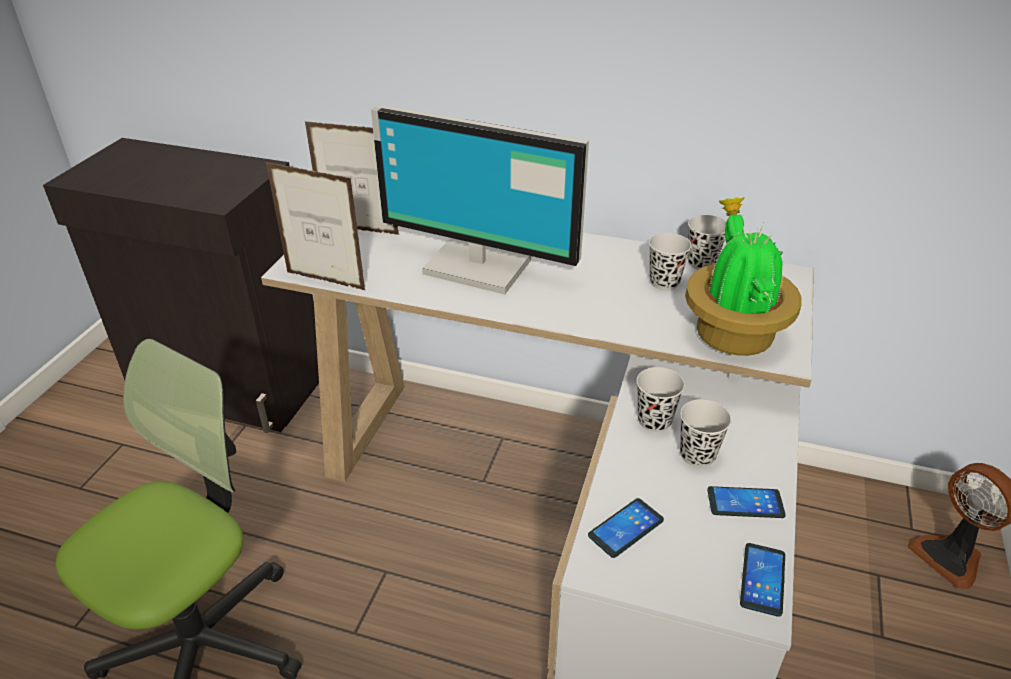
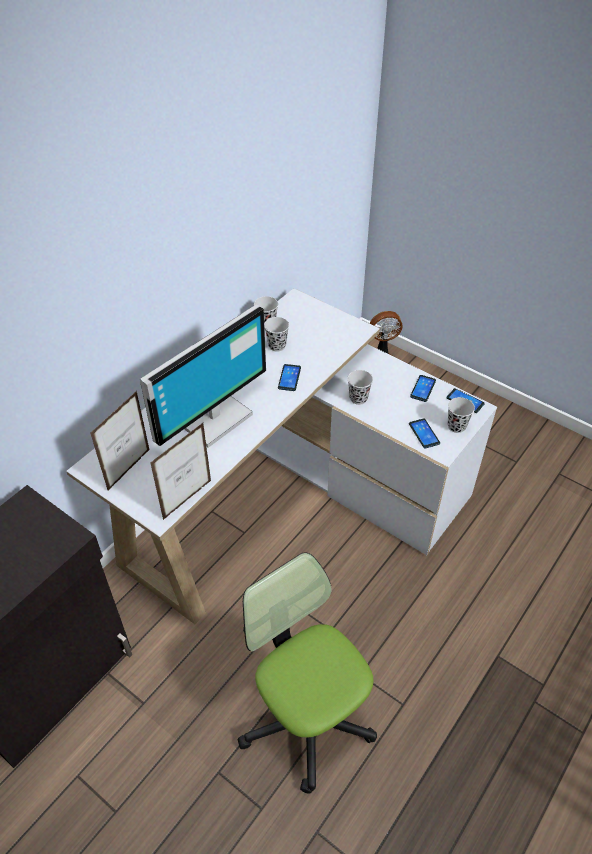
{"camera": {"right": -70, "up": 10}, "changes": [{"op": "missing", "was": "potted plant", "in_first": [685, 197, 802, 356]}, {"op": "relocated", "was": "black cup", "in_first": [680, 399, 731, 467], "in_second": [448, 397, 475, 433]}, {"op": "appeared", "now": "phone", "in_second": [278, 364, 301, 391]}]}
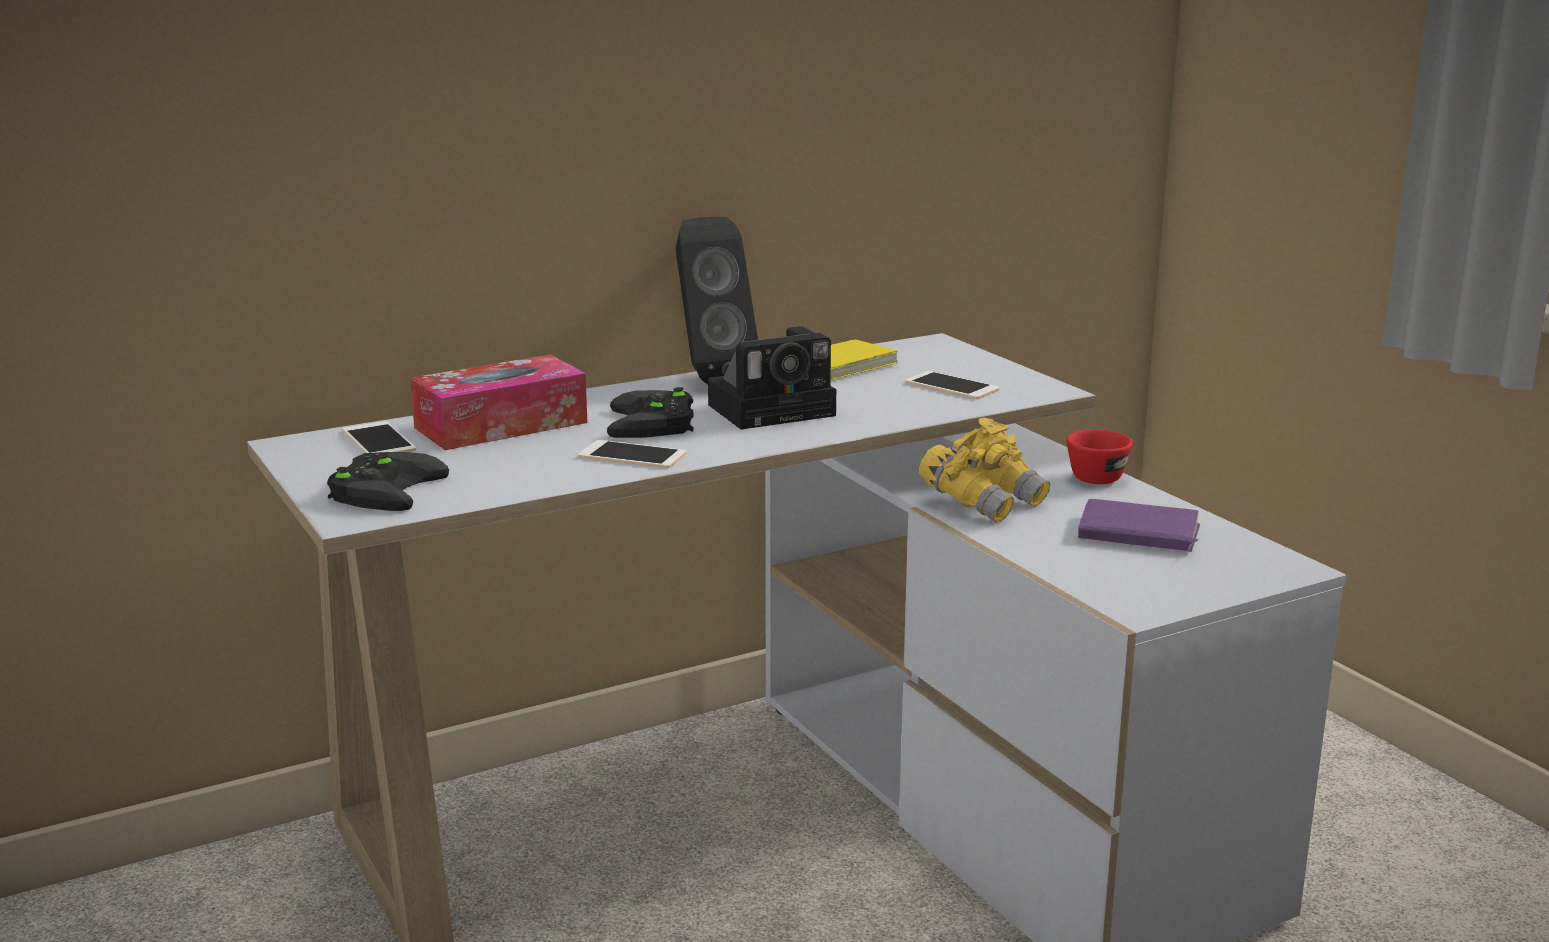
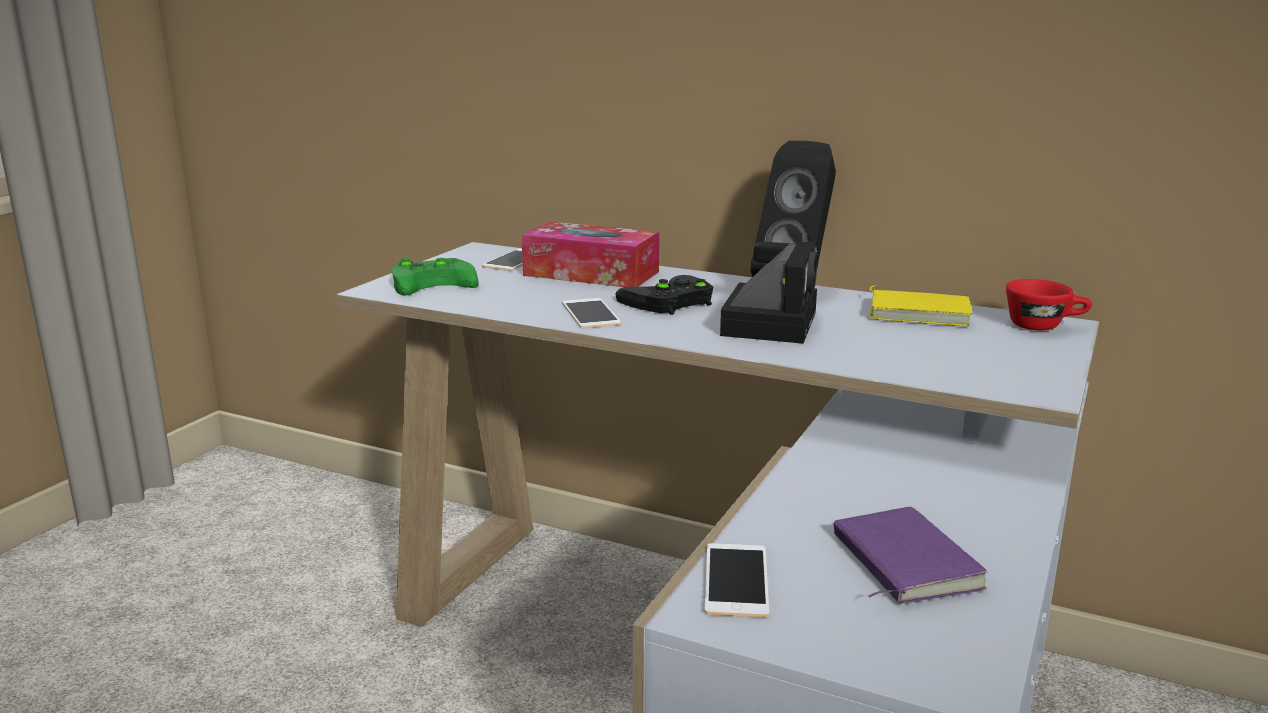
{"camera": {"right": 55, "up": 0}, "changes": [{"op": "spun", "was": "photo camera", "in_first": [708, 326, 836, 430], "in_second": [720, 241, 817, 344], "clockwise": -105}, {"op": "relocated", "was": "phone", "in_first": [905, 371, 1000, 399], "in_second": [705, 543, 769, 617]}, {"op": "missing", "was": "yellow binoculars", "in_first": [919, 417, 1050, 523]}, {"op": "relocated", "was": "red cup", "in_first": [1066, 430, 1134, 484], "in_second": [1006, 279, 1092, 331]}, {"op": "colour", "was": "black game controller", "now": "green game controller", "in_first": [327, 452, 449, 511], "in_second": [392, 257, 479, 296]}]}
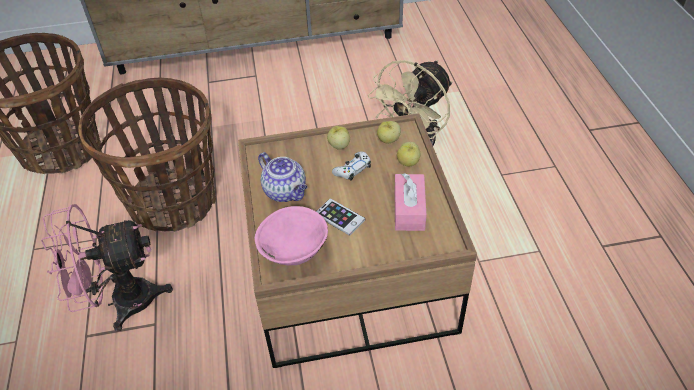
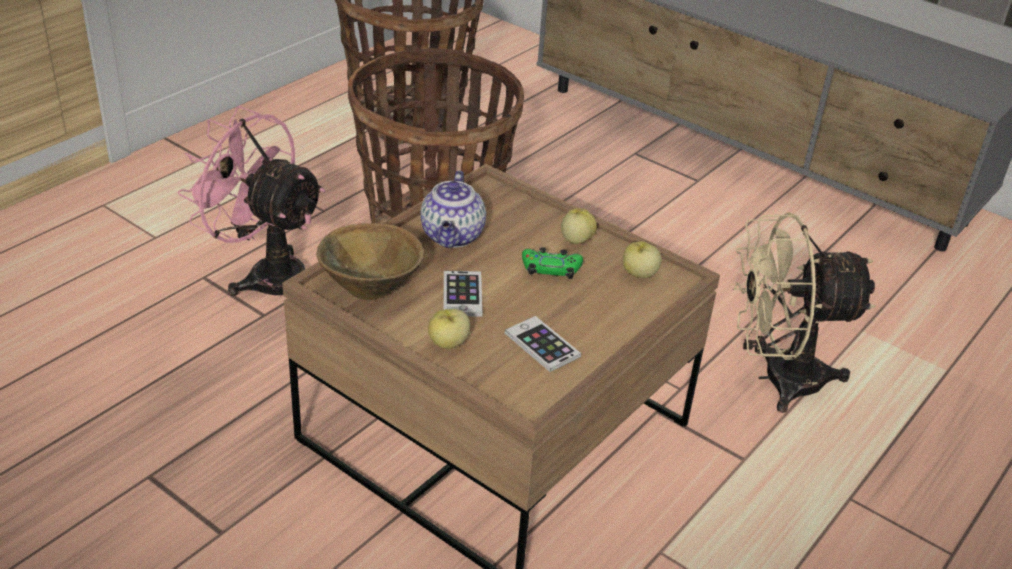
{"camera": {"right": 45, "up": -10}, "changes": [{"op": "relocated", "was": "apple", "in_first": [397, 142, 421, 166], "in_second": [428, 309, 470, 349]}, {"op": "colour", "was": "white game controller", "now": "green game controller", "in_first": [332, 151, 371, 181], "in_second": [522, 247, 583, 279]}, {"op": "exchanged", "was": "pink tissue box", "now": "phone", "in_first": [394, 173, 427, 231], "in_second": [505, 316, 581, 372]}, {"op": "colour", "was": "pink bowl", "now": "brown bowl", "in_first": [255, 206, 328, 266], "in_second": [316, 223, 424, 300]}]}
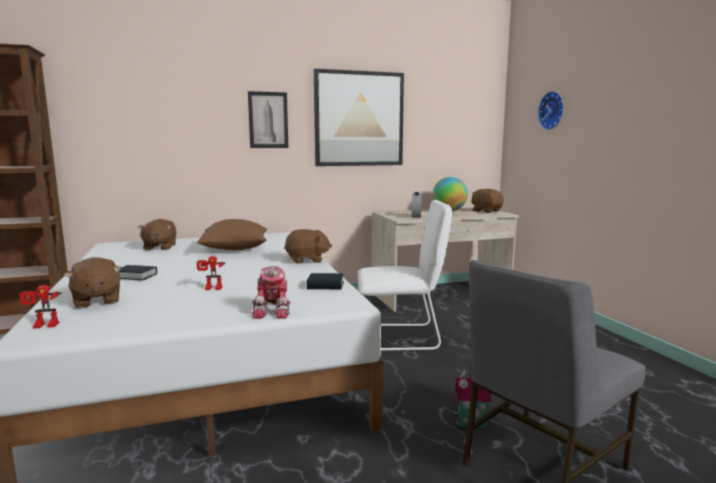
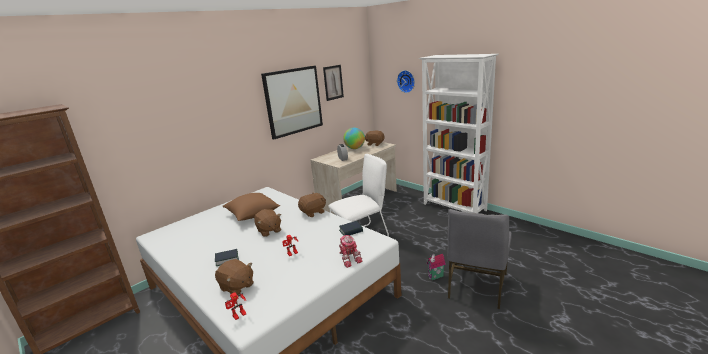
{"camera": {"right": -25, "up": 10}, "changes": [{"op": "relocated", "was": "picture", "in_first": [248, 91, 288, 148], "in_second": [323, 65, 344, 101]}, {"op": "relocated", "was": "brown plush toy", "in_first": [138, 219, 177, 250], "in_second": [254, 209, 281, 237]}, {"op": "appeared", "now": "white bookcase", "in_second": [419, 54, 498, 213]}]}
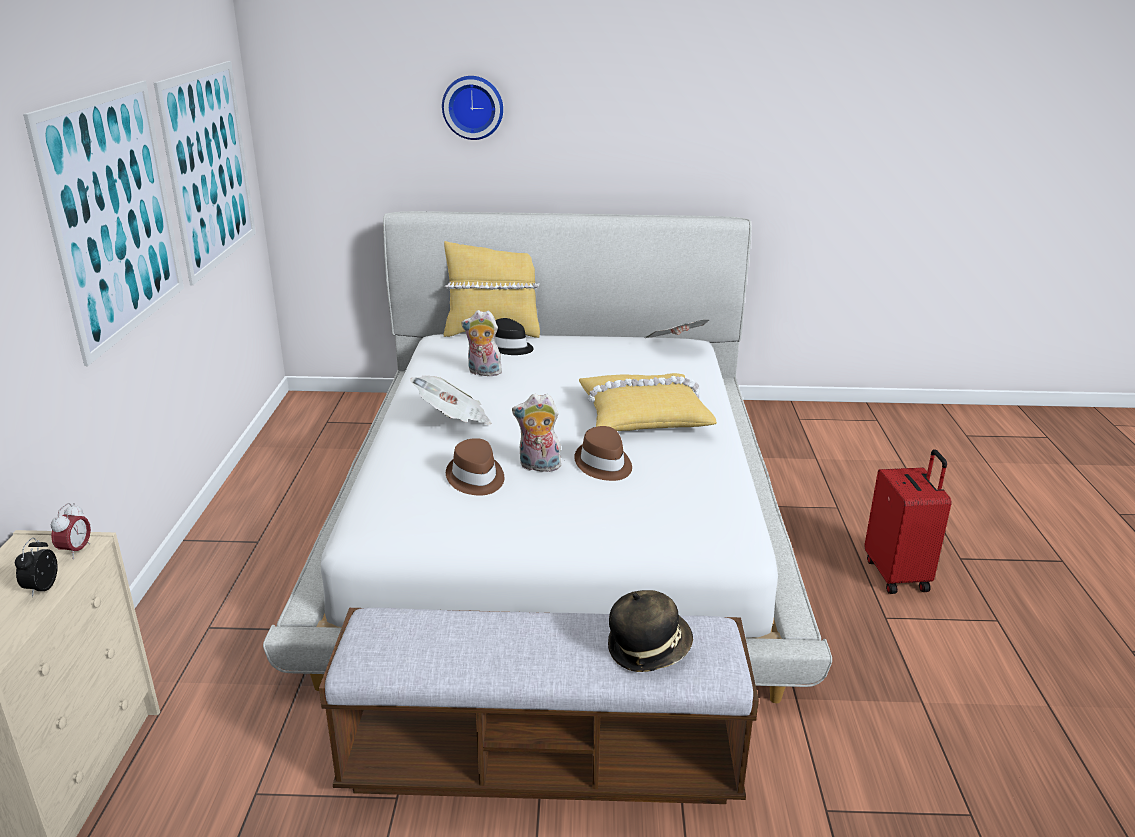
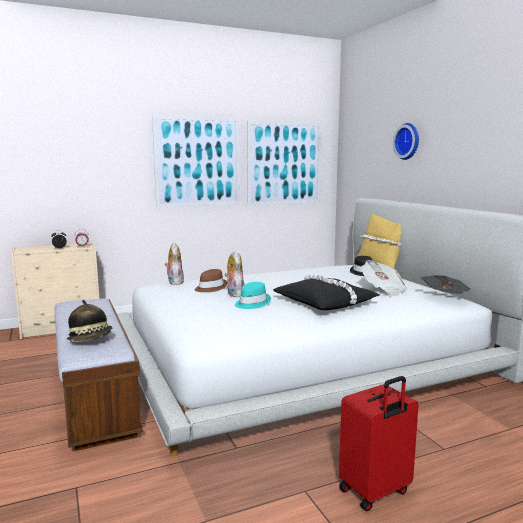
{"camera": {"right": 65, "up": -15}, "changes": [{"op": "relocated", "was": "plush toy", "in_first": [461, 310, 502, 378], "in_second": [165, 243, 184, 285]}, {"op": "colour", "was": "yellow pillow", "now": "black pillow", "in_first": [579, 373, 717, 431], "in_second": [273, 274, 380, 310]}, {"op": "relocated", "was": "newspaper", "in_first": [410, 376, 492, 424], "in_second": [361, 260, 408, 296]}, {"op": "colour", "was": "brown hat", "now": "turquoise hat", "in_first": [574, 426, 632, 481], "in_second": [235, 282, 271, 309]}]}
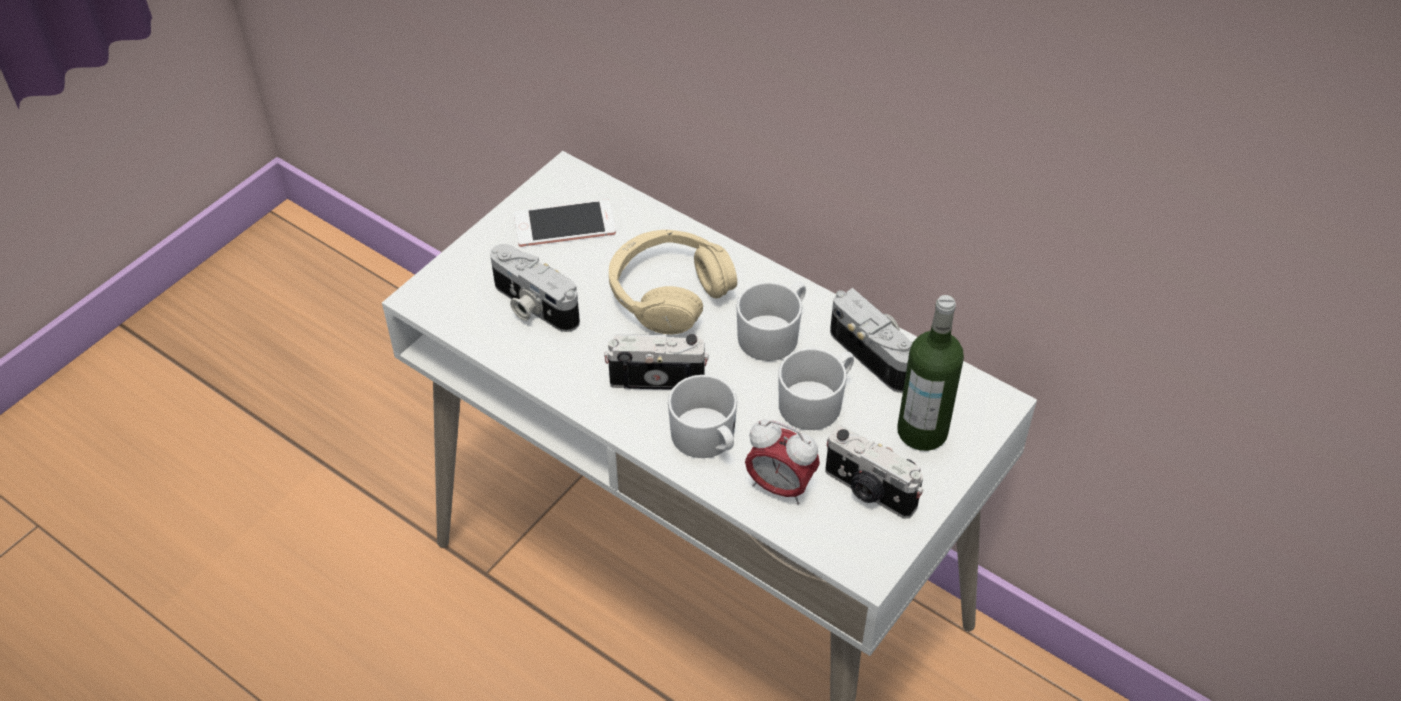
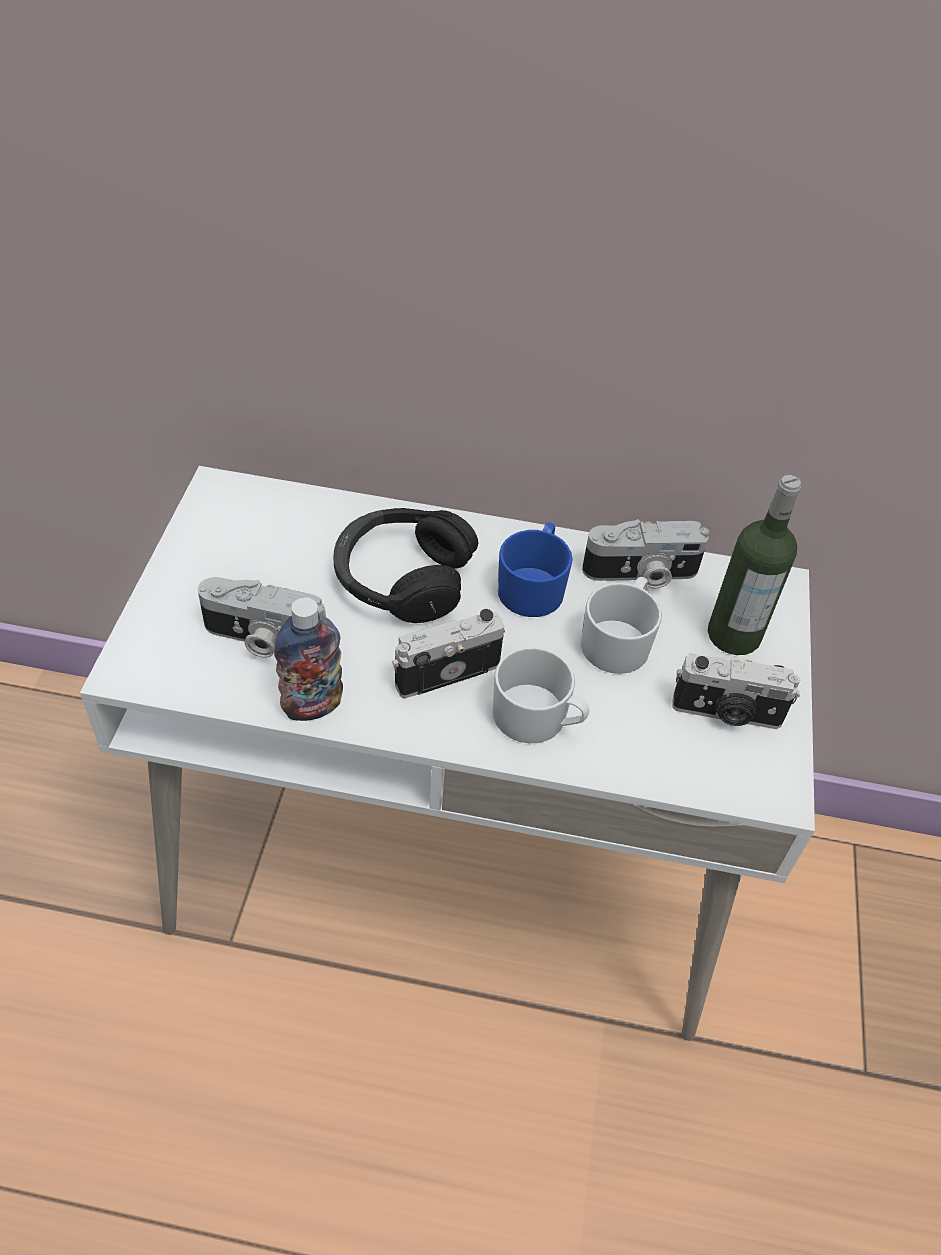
{"camera": {"right": -30, "up": 0}, "changes": [{"op": "missing", "was": "phone", "in_first": [514, 199, 616, 247]}, {"op": "colour", "was": "beige headphones", "now": "black headphones", "in_first": [609, 230, 737, 334], "in_second": [333, 508, 478, 623]}, {"op": "colour", "was": "white mug", "now": "blue mug", "in_first": [736, 282, 806, 361], "in_second": [498, 522, 573, 617]}, {"op": "spun", "was": "photo camera", "in_first": [830, 288, 912, 393], "in_second": [582, 519, 710, 588], "clockwise": 150}, {"op": "missing", "was": "alarm clock", "in_first": [745, 420, 820, 505]}, {"op": "appeared", "now": "bottle", "in_second": [274, 598, 343, 721]}]}
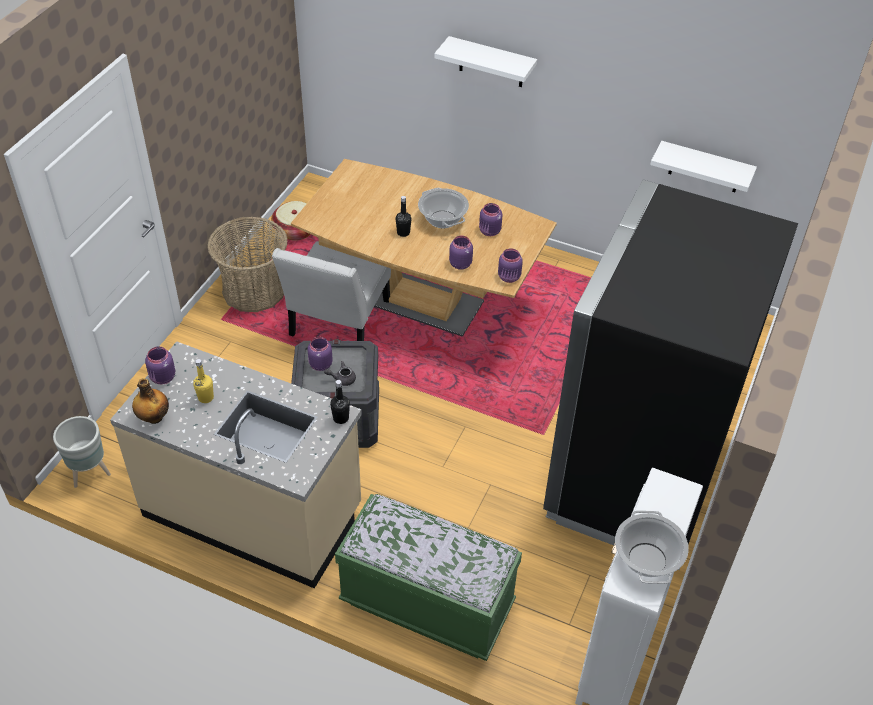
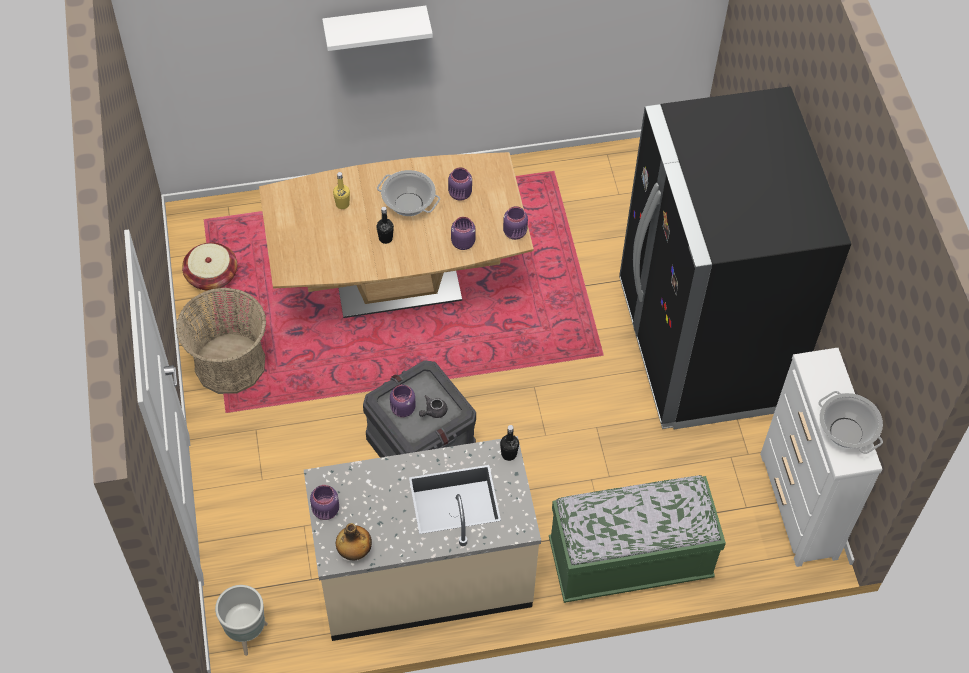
{"camera": {"right": -35, "up": 10}, "changes": [{"op": "missing", "was": "white shelf", "in_first": [650, 141, 757, 192]}, {"op": "missing", "was": "white chair", "in_first": [272, 241, 391, 341]}, {"op": "relocated", "was": "yellow bottle", "in_first": [193, 359, 214, 403], "in_second": [333, 172, 350, 209]}]}
